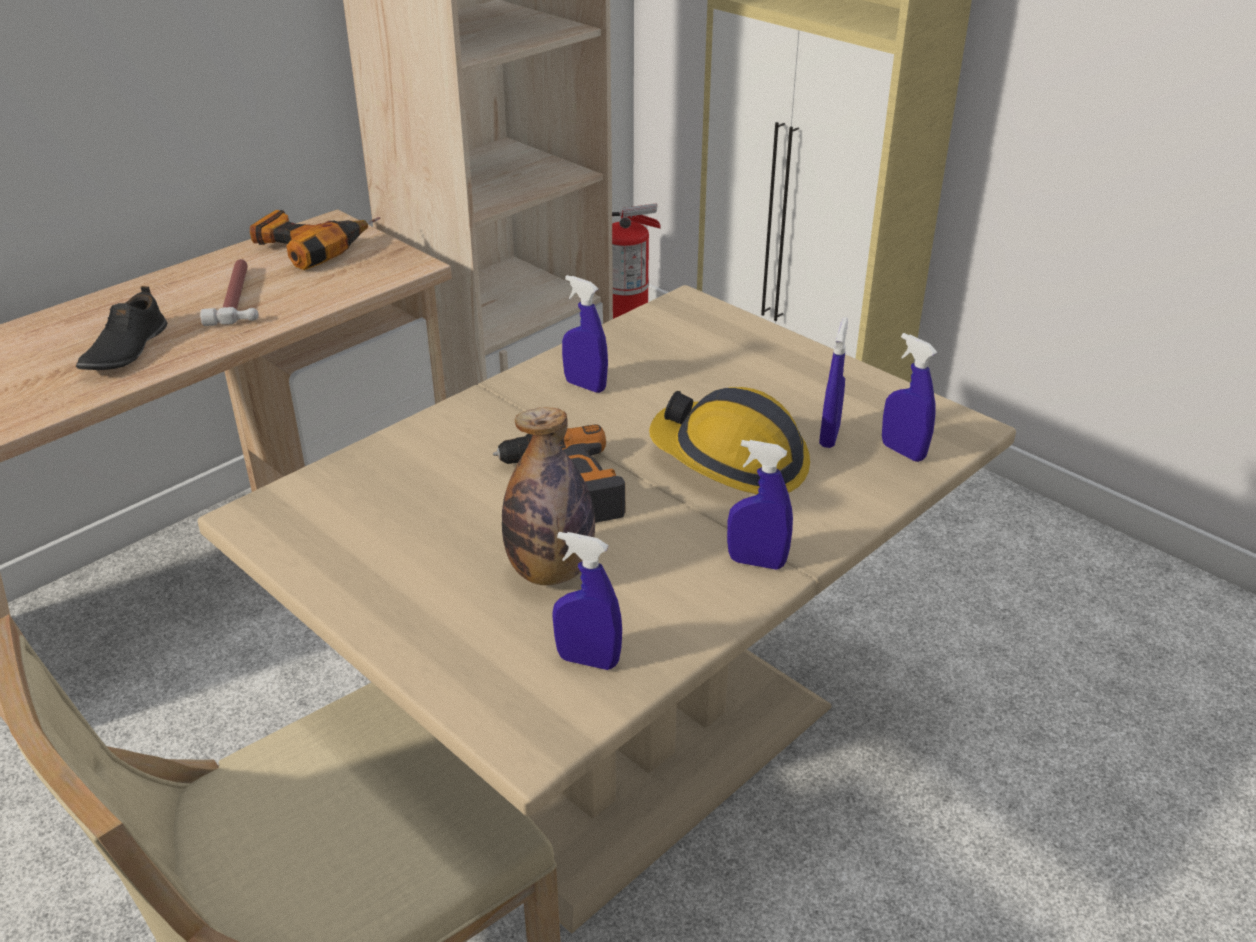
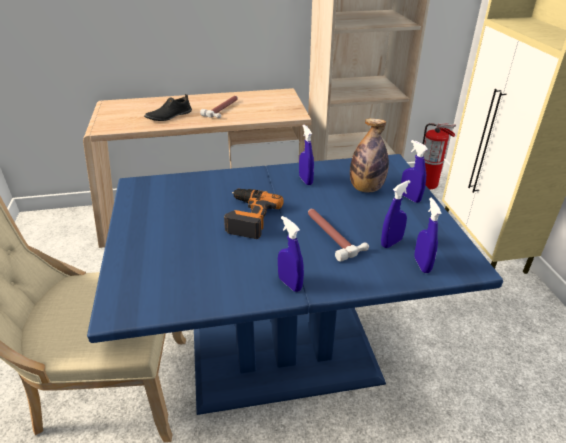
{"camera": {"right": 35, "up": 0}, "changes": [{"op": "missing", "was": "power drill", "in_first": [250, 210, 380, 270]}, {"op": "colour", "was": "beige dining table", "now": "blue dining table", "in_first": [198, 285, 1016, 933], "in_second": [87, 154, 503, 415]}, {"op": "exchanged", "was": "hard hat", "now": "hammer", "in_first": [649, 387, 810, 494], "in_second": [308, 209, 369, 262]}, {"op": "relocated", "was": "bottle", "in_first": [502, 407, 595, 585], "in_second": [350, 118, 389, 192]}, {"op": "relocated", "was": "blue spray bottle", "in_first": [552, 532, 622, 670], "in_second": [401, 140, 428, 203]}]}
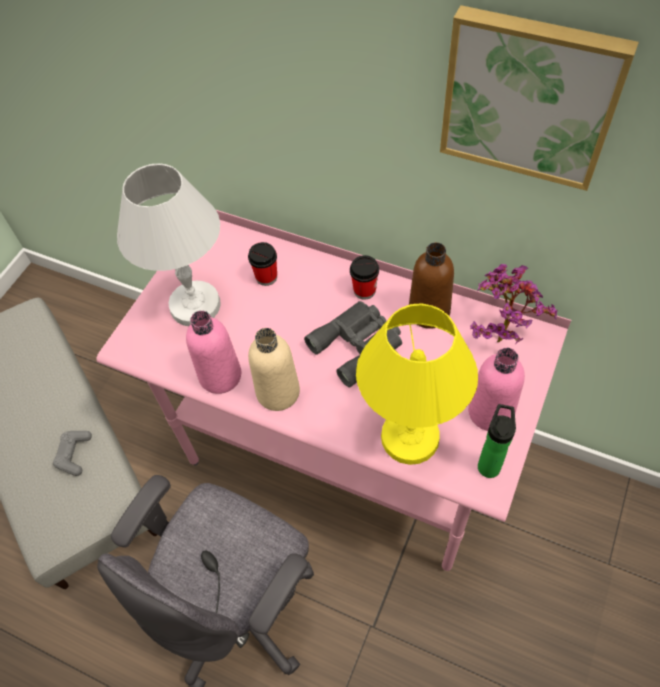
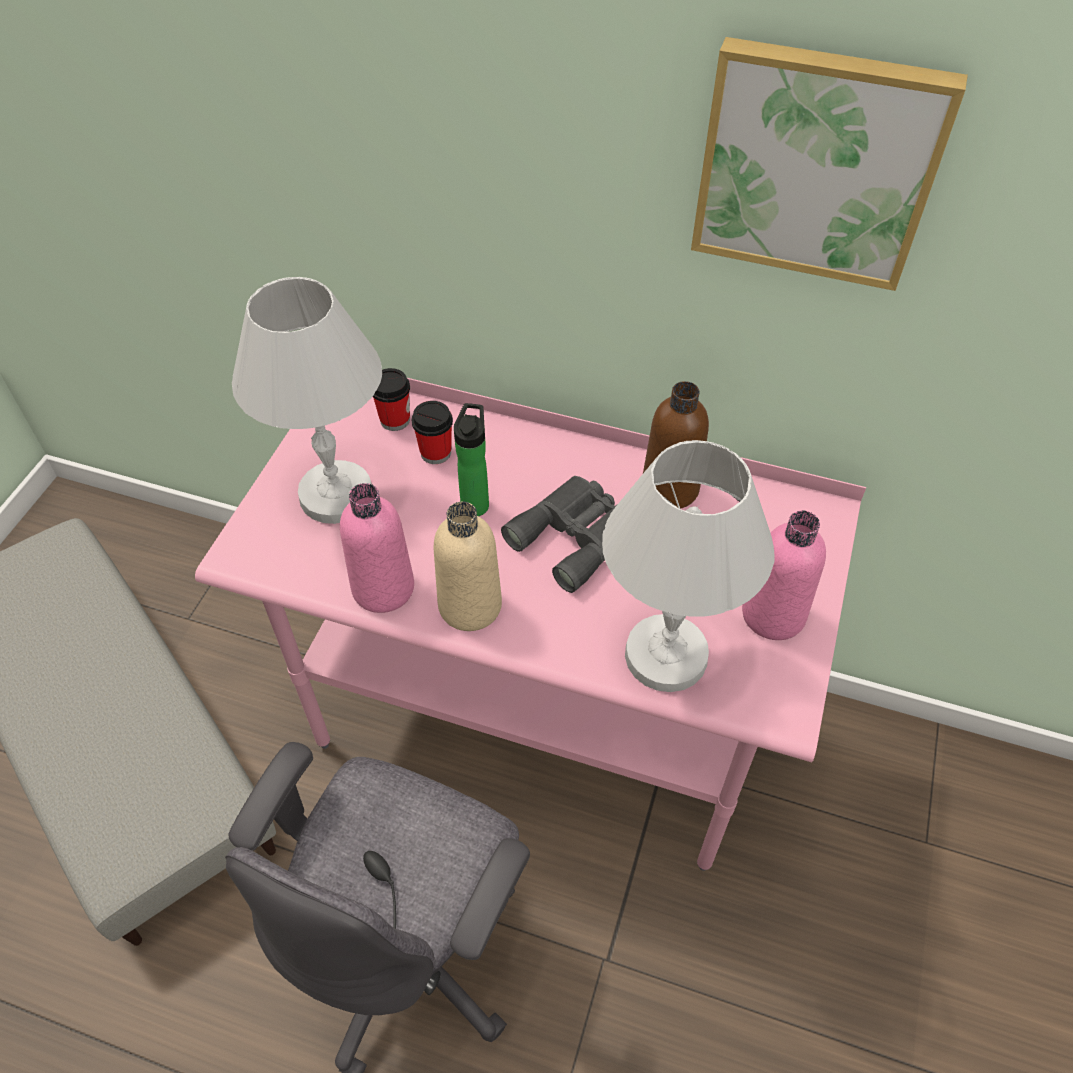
{"camera": {"right": -10, "up": -5}, "changes": [{"op": "relocated", "was": "cup", "in_first": [350, 255, 379, 300], "in_second": [373, 368, 410, 431]}, {"op": "missing", "was": "potted plant", "in_first": [470, 264, 557, 344]}, {"op": "colour", "was": "yellow table lamp", "now": "white table lamp", "in_first": [356, 303, 478, 465], "in_second": [602, 440, 774, 692]}, {"op": "relocated", "was": "bottle", "in_first": [478, 404, 516, 478], "in_second": [454, 403, 489, 516]}, {"op": "missing", "was": "grey game controller", "in_first": [53, 431, 92, 476]}]}
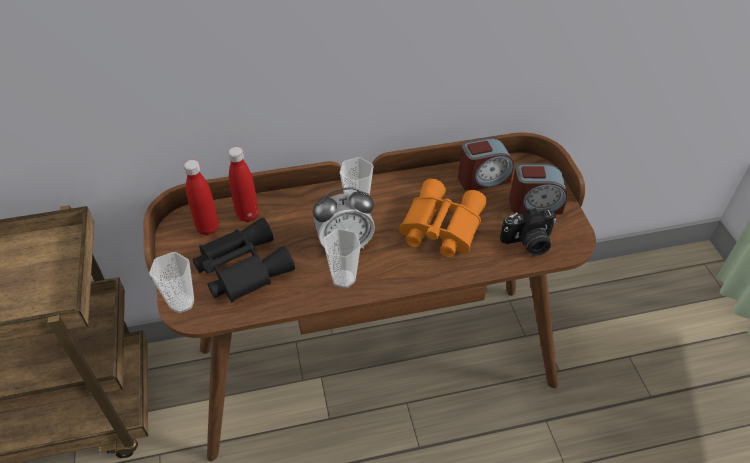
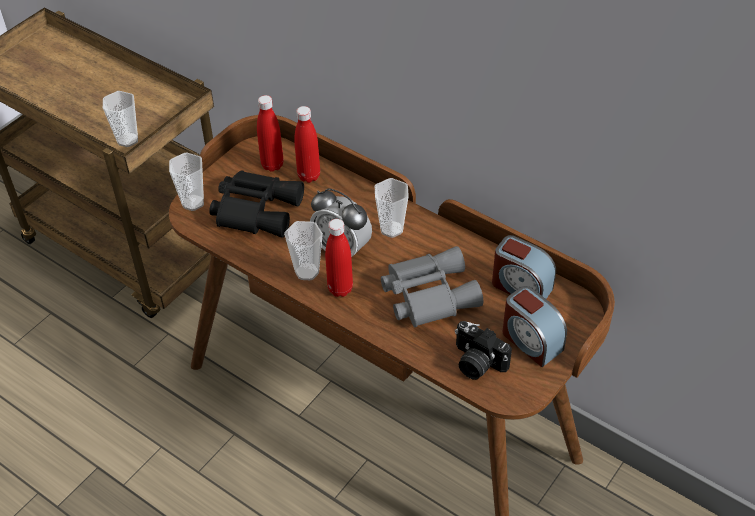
{"camera": {"right": 50, "up": 0}, "changes": [{"op": "colour", "was": "orange binoculars", "now": "grey binoculars", "in_first": [399, 179, 487, 258], "in_second": [381, 246, 483, 328]}, {"op": "appeared", "now": "cup", "in_second": [103, 91, 138, 147]}, {"op": "appeared", "now": "red bottle", "in_second": [325, 219, 353, 297]}]}
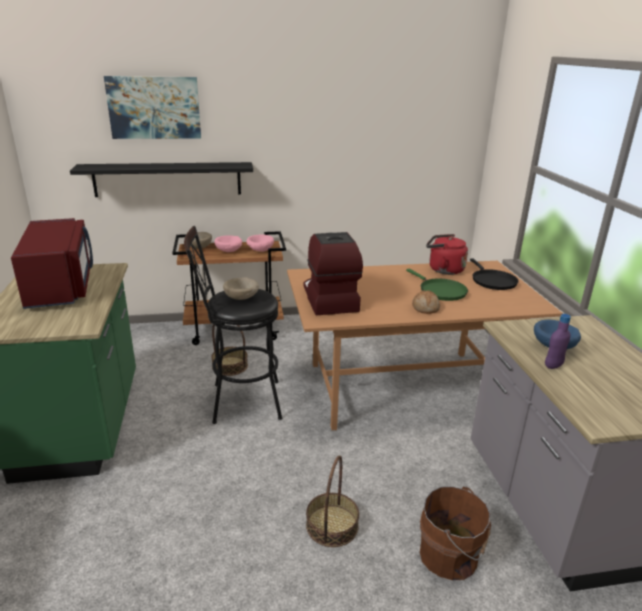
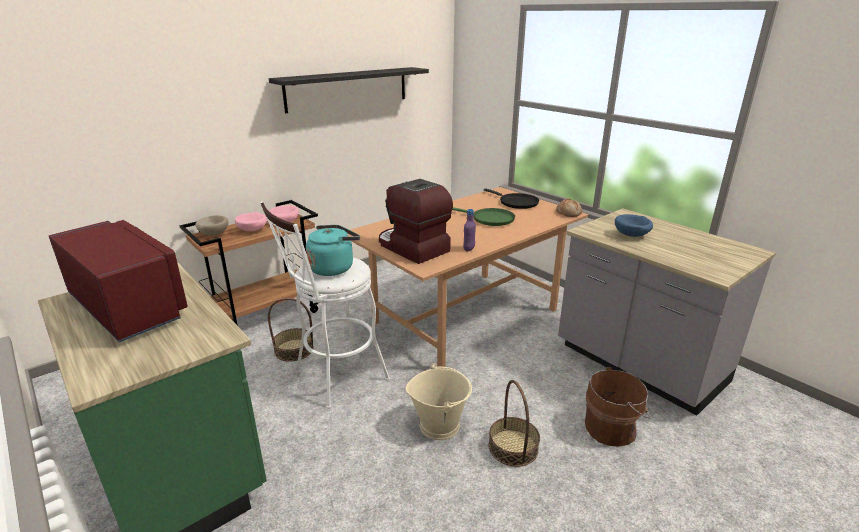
{"camera": {"right": -30, "up": 0}, "changes": [{"op": "missing", "was": "picture", "in_first": [104, 76, 201, 139]}, {"op": "relocated", "was": "black shelf", "in_first": [70, 162, 253, 197], "in_second": [269, 67, 429, 113]}, {"op": "colour", "was": "black stool", "now": "white stool", "in_first": [184, 226, 282, 424], "in_second": [260, 201, 390, 409]}, {"op": "missing", "was": "red kettle", "in_first": [426, 234, 468, 275]}, {"op": "exchanged", "was": "beige bowl", "now": "turquoise kettle", "in_first": [223, 277, 259, 300], "in_second": [306, 225, 360, 276]}, {"op": "relocated", "was": "bread", "in_first": [412, 290, 440, 314], "in_second": [556, 199, 582, 217]}, {"op": "relocated", "was": "purple bottle", "in_first": [545, 314, 571, 369], "in_second": [463, 209, 476, 251]}, {"op": "appeared", "now": "beige bucket", "in_second": [406, 363, 472, 440]}]}
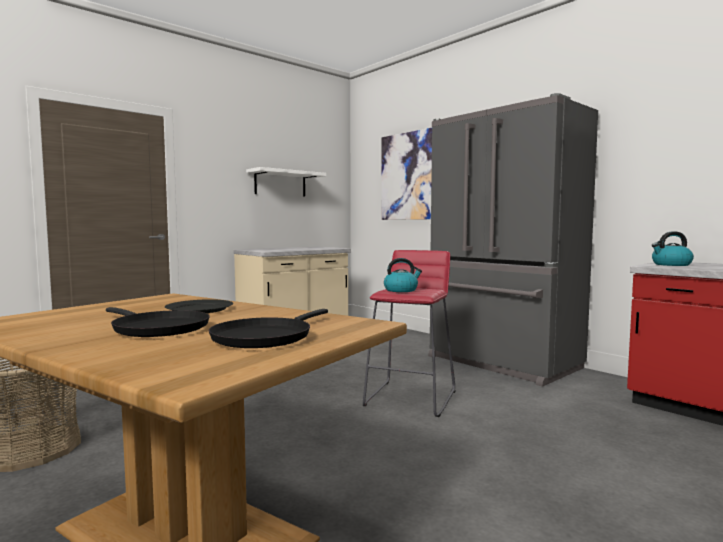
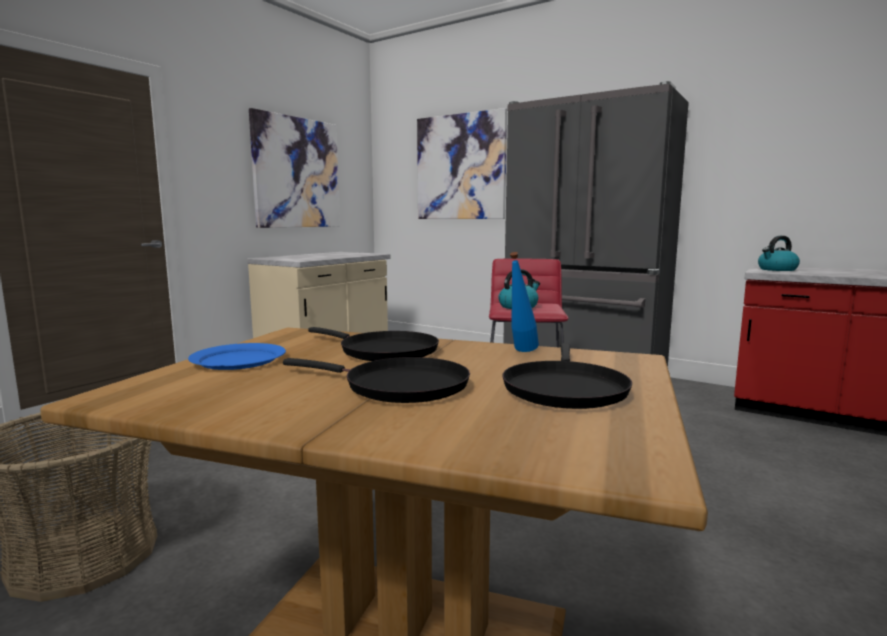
{"camera": {"right": -15, "up": 5}, "changes": [{"op": "exchanged", "was": "white shelf", "now": "picture", "in_first": [246, 167, 326, 196], "in_second": [249, 108, 340, 228]}, {"op": "exchanged", "was": "black plate", "now": "black frying pan", "in_first": [165, 299, 233, 313], "in_second": [308, 327, 439, 361]}, {"op": "appeared", "now": "blue bottle", "in_second": [510, 252, 539, 352]}, {"op": "appeared", "now": "blue plate", "in_second": [188, 343, 286, 370]}]}
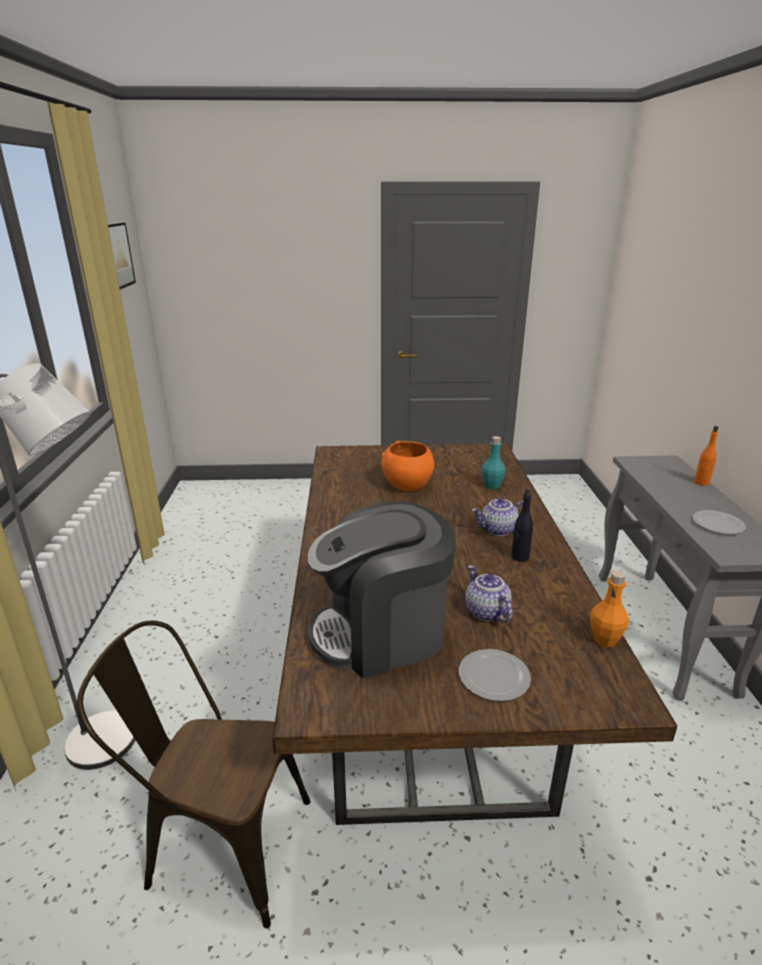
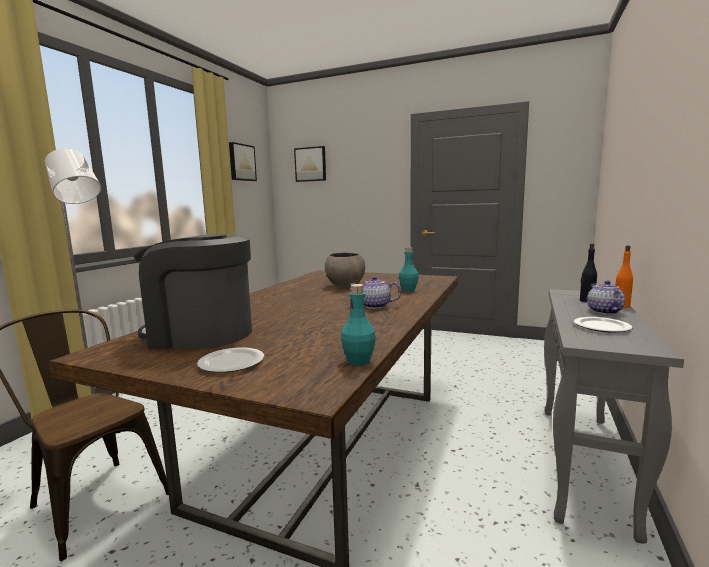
{"camera": {"right": 25, "up": -15}, "changes": [{"op": "colour", "was": "orange bowl", "now": "grey bowl", "in_first": [382, 441, 434, 492], "in_second": [325, 252, 365, 288]}, {"op": "relocated", "was": "black bottle", "in_first": [511, 487, 533, 562], "in_second": [580, 244, 597, 302]}, {"op": "relocated", "was": "teapot", "in_first": [465, 565, 512, 622], "in_second": [587, 280, 625, 314]}, {"op": "colour", "was": "orange bottle", "now": "turquoise bottle", "in_first": [590, 570, 629, 647], "in_second": [341, 284, 376, 366]}, {"op": "appeared", "now": "picture", "in_second": [294, 146, 326, 182]}]}
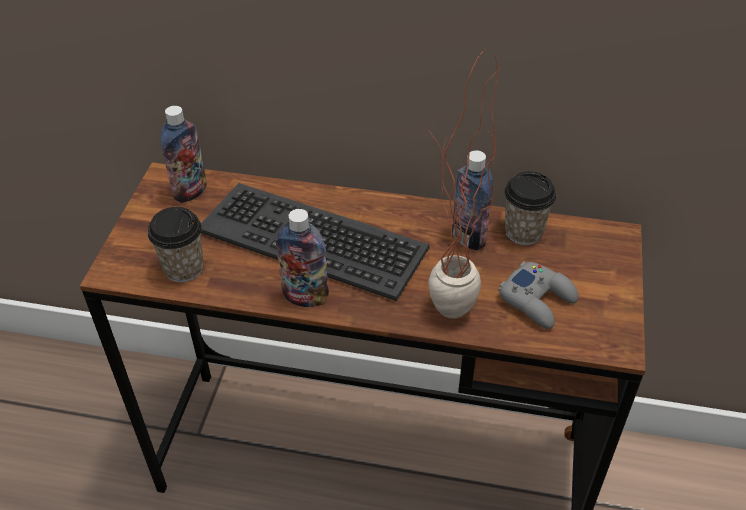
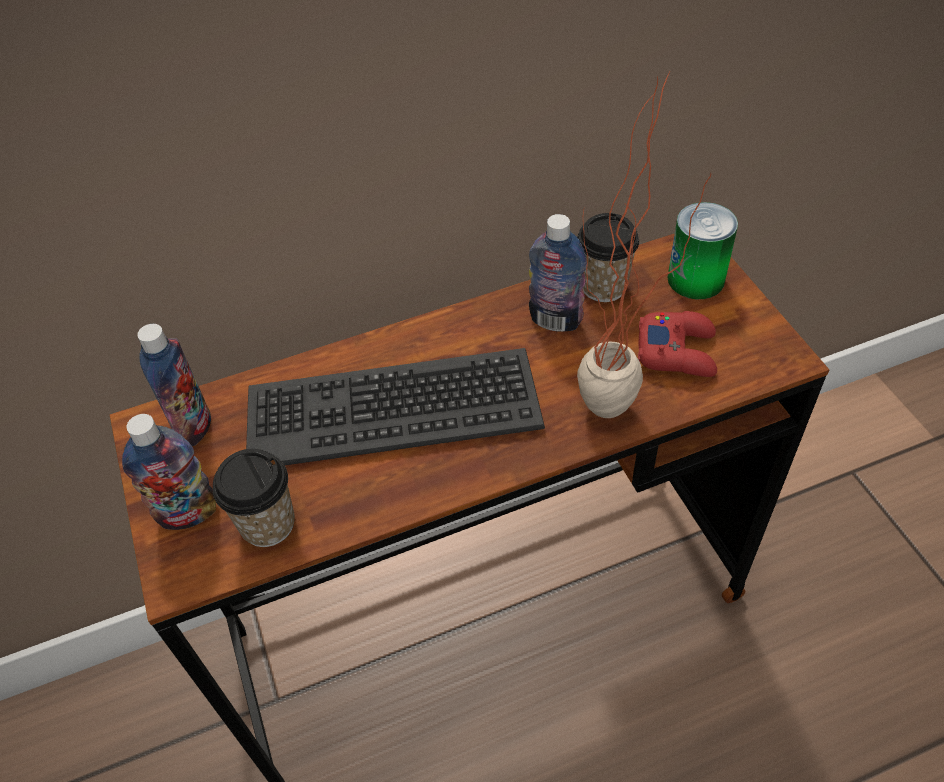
{"camera": {"right": -30, "up": 5}, "changes": [{"op": "relocated", "was": "bottle", "in_first": [276, 209, 329, 307], "in_second": [122, 414, 216, 530]}, {"op": "colour", "was": "grey game controller", "now": "red game controller", "in_first": [499, 262, 578, 329], "in_second": [638, 311, 717, 377]}, {"op": "appeared", "now": "can", "in_second": [668, 202, 738, 299]}]}
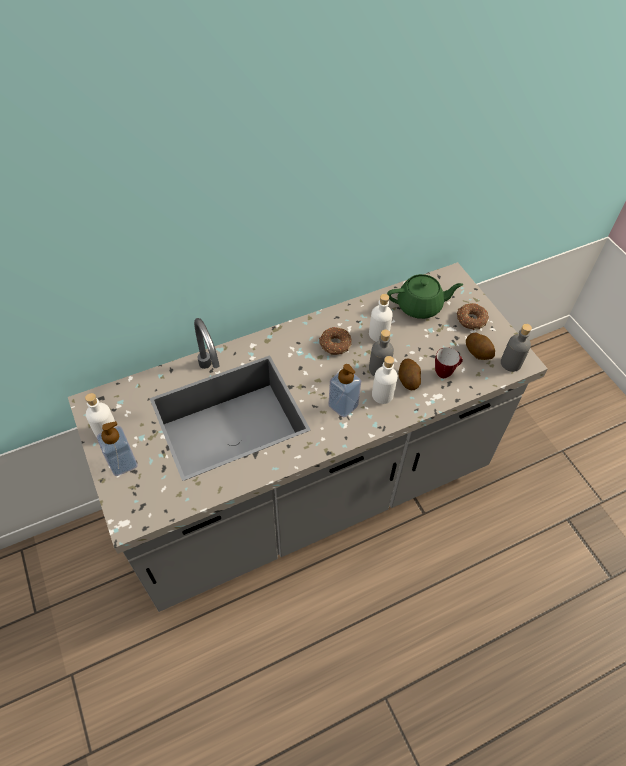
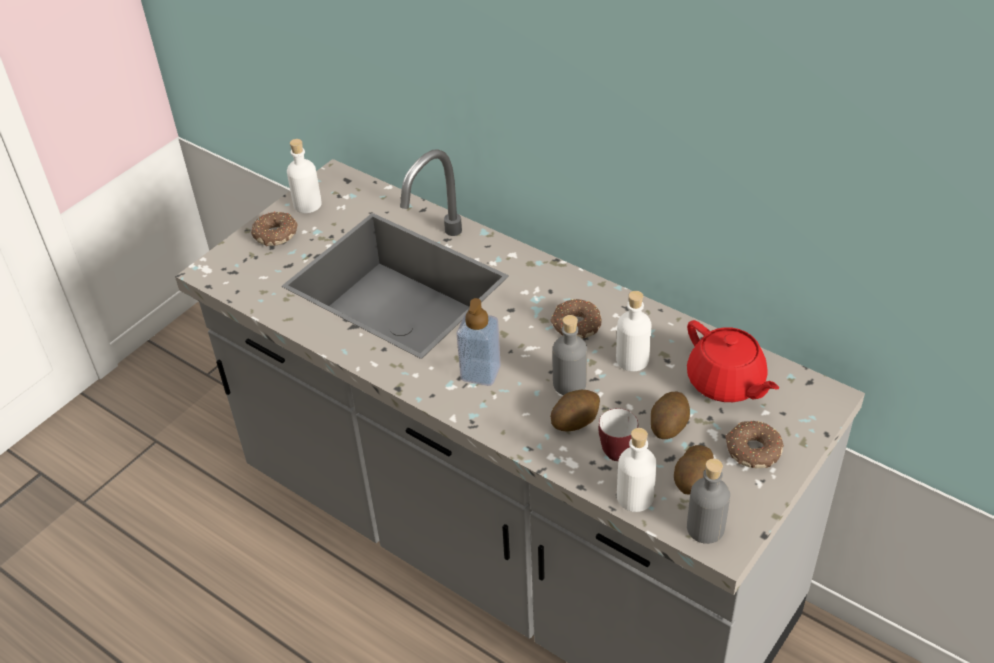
{"camera": {"right": 65, "up": -10}, "changes": [{"op": "colour", "was": "green teapot", "now": "red teapot", "in_first": [387, 274, 463, 319], "in_second": [687, 320, 779, 402]}, {"op": "relocated", "was": "white bottle", "in_first": [372, 356, 398, 404], "in_second": [617, 428, 657, 512]}, {"op": "exchanged", "was": "soap dispenser", "now": "donut", "in_first": [97, 421, 137, 476], "in_second": [251, 211, 298, 246]}, {"op": "appeared", "now": "potato", "in_second": [651, 391, 690, 439]}]}
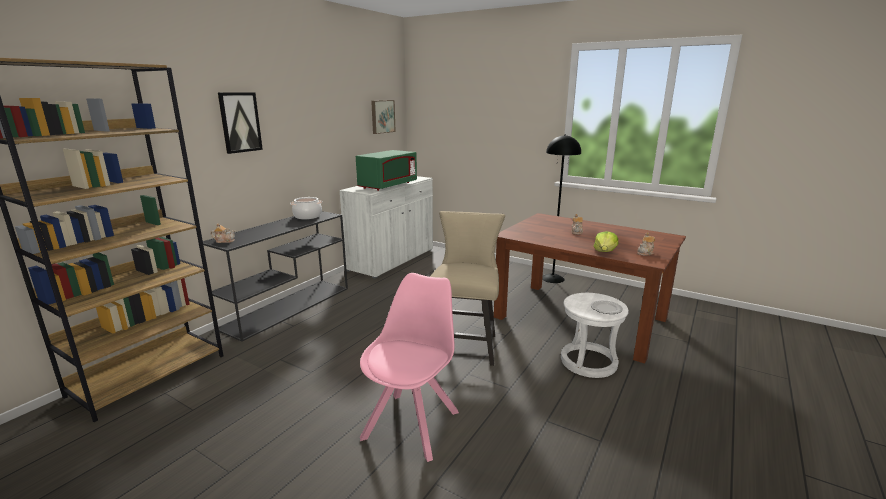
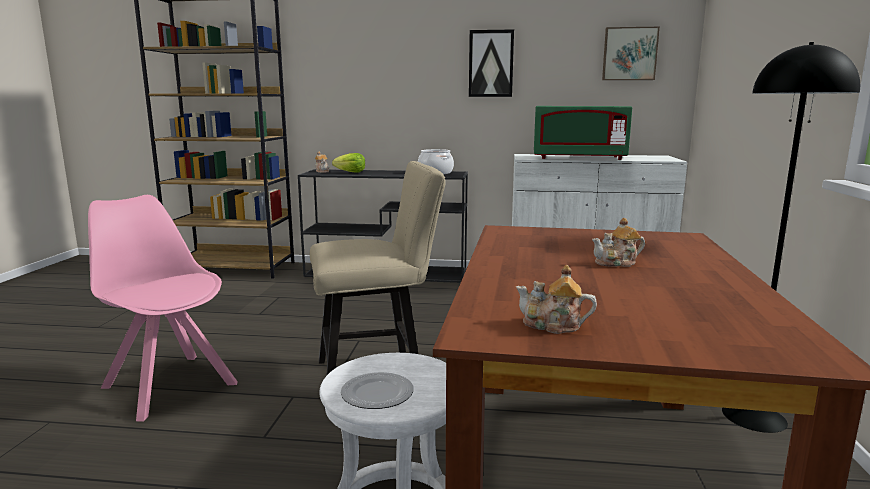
{"camera": {"right": 65, "up": -5}, "changes": [{"op": "relocated", "was": "picture", "in_first": [218, 92, 263, 154], "in_second": [469, 29, 514, 97]}, {"op": "relocated", "was": "lettuce", "in_first": [594, 231, 618, 252], "in_second": [332, 153, 365, 173]}, {"op": "spun", "was": "pink chair", "in_first": [360, 273, 459, 462], "in_second": [88, 195, 238, 421], "clockwise": -135}]}
